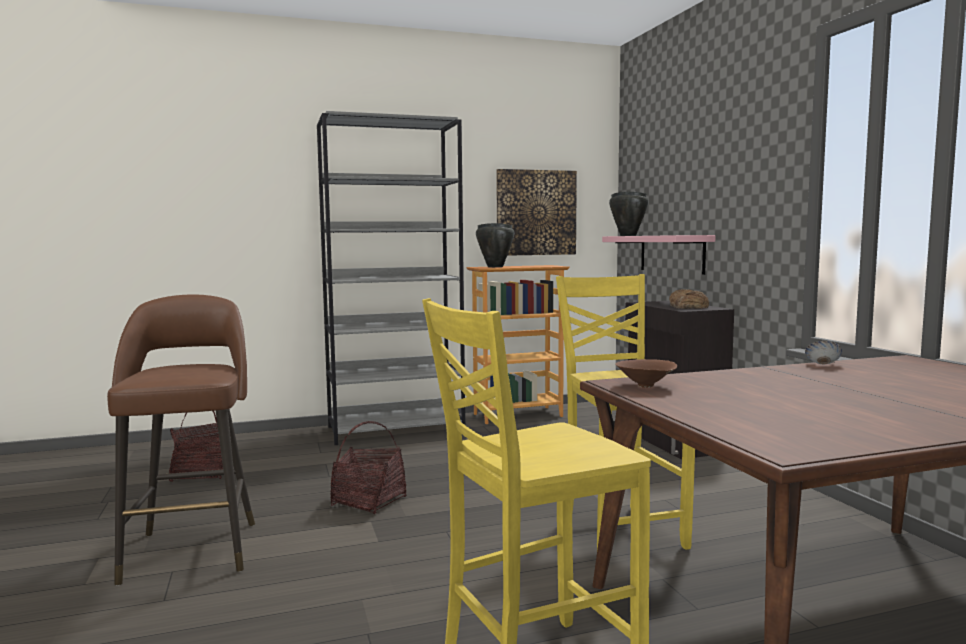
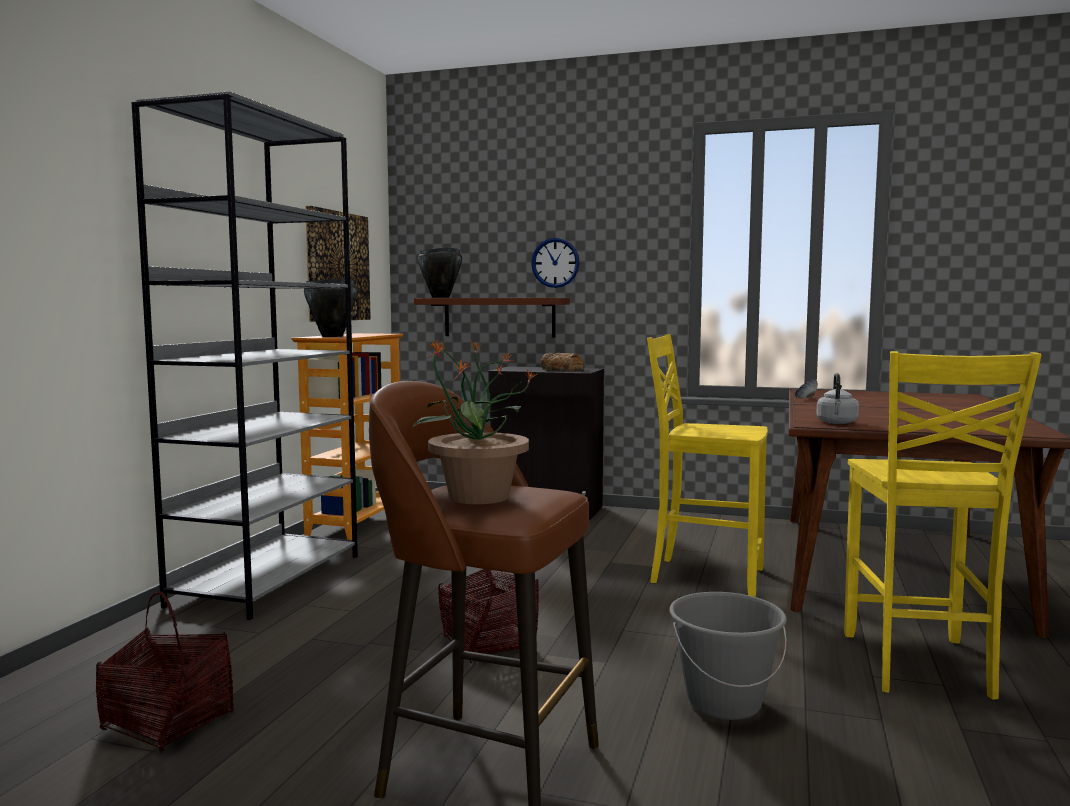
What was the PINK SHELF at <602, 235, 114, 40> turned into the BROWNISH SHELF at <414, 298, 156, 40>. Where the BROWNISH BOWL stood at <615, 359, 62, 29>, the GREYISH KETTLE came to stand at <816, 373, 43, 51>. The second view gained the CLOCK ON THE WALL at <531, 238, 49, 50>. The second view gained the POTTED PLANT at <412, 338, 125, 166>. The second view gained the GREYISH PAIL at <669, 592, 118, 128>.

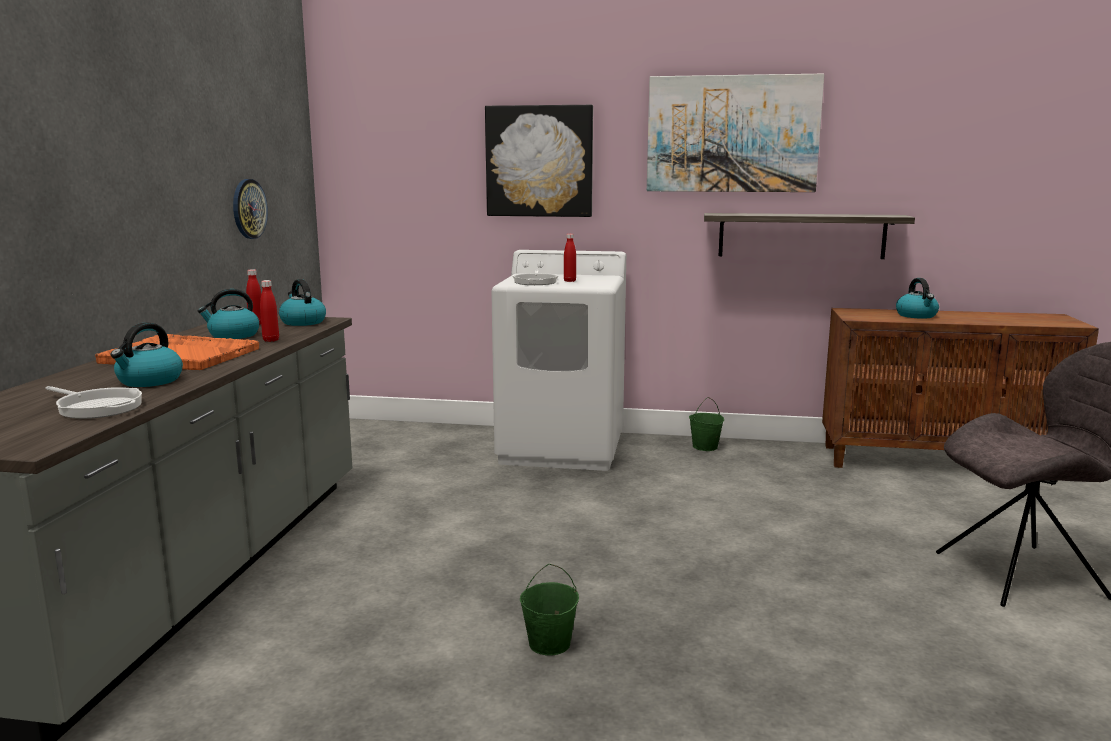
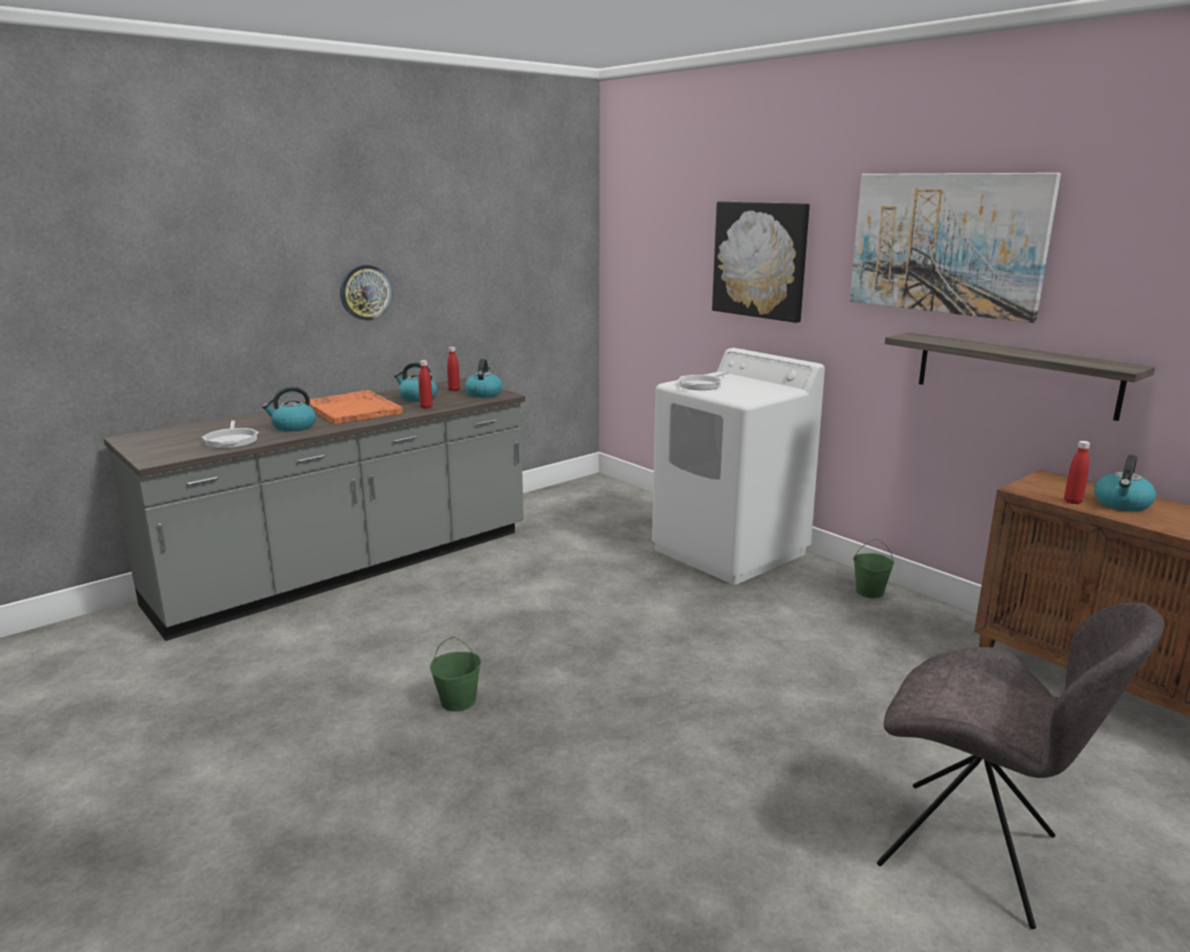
The CLOCK ON THE WALL ended up elsewhere, having gone from <233, 179, 35, 60> to <340, 265, 52, 56>. The REDDISH BOTTLE ended up elsewhere, having gone from <564, 234, 12, 48> to <1064, 441, 26, 63>.

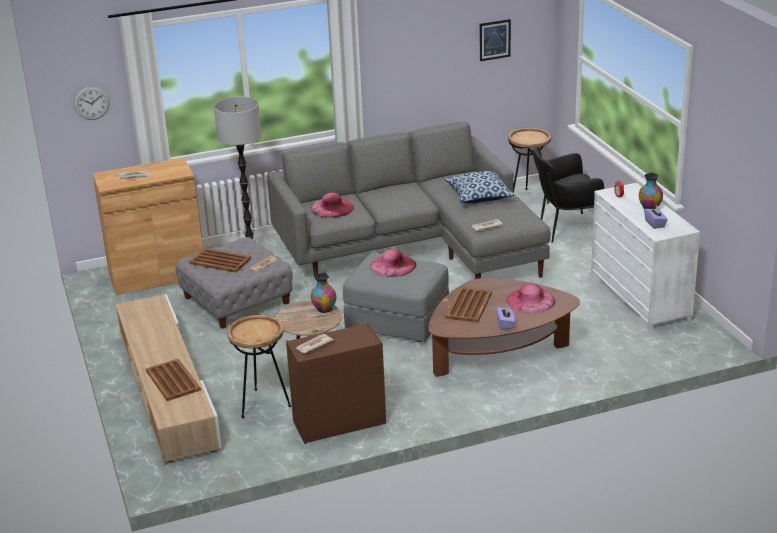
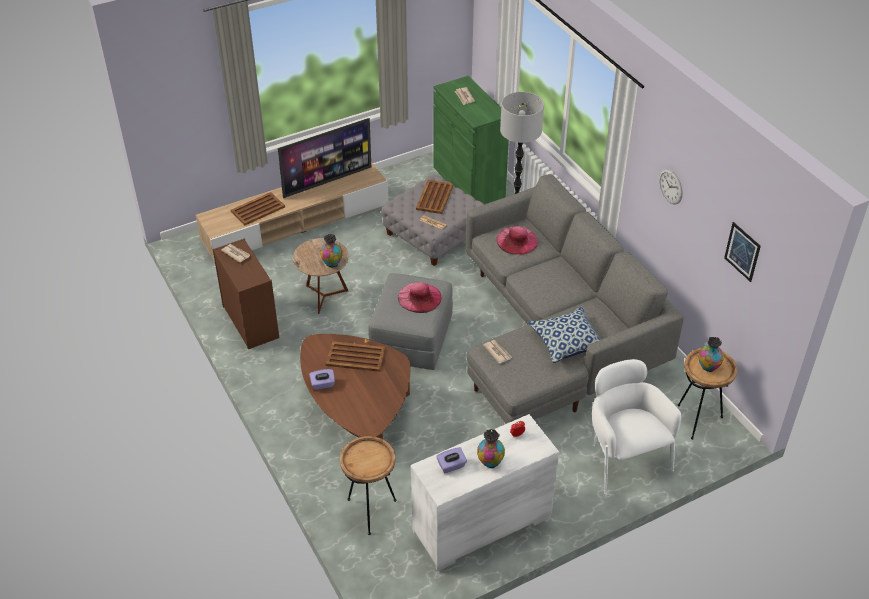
The CLOCK ON THE WALL ended up elsewhere, having gone from <74, 86, 36, 34> to <659, 169, 24, 36>. What was the BLACK LOUNGE CHAIR at <533, 146, 71, 97> turned into the WHITE LOUNGE CHAIR at <592, 359, 89, 135>. What was the BROWNISH STORAGE CABINET at <93, 158, 110, 137> turned into the GREENISH STORAGE CABINET at <433, 76, 76, 129>. The second view lost the PINK HAT at <506, 283, 50, 30>. The BROWNISH ACCENT TABLE ended up elsewhere, having gone from <227, 315, 64, 103> to <340, 436, 56, 99>. The second view gained the TV at <278, 118, 93, 80>. The second view gained the DECORATIVE VASE at <698, 337, 26, 35>.

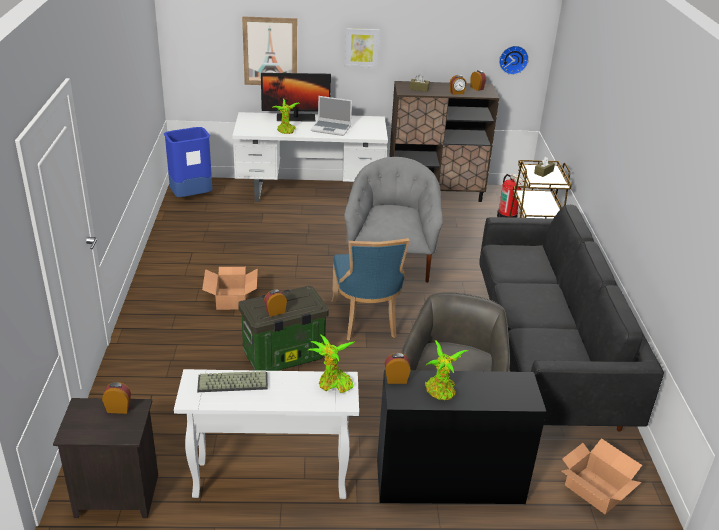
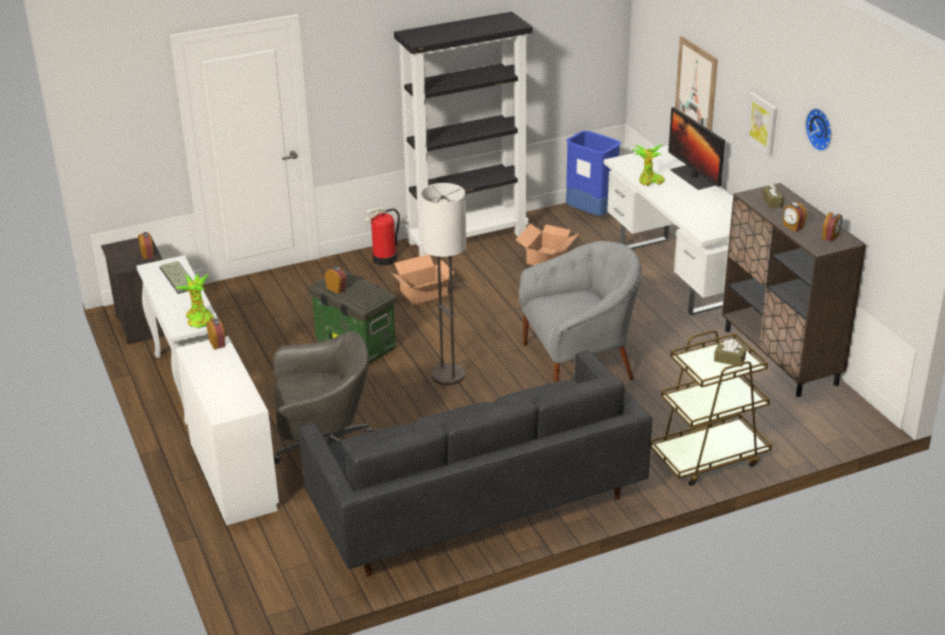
The CLOCK ON THE WALL ended up elsewhere, having gone from <499, 46, 30, 29> to <805, 108, 27, 43>. The second view lost the PORTABLE COMPUTER at <311, 96, 41, 40>. The FIRE-FIGHTING CYLINDER ended up elsewhere, having gone from <497, 174, 26, 44> to <363, 207, 37, 58>. Where the BLUE PLAIN CHAIR stood at <331, 238, 79, 103>, the FLOOR LAMP came to stand at <420, 183, 46, 202>. The second view lost the POTTED PLANT at <425, 340, 43, 60>. What was the BLACK DESK at <377, 370, 169, 134> turned into the WHITE DESK at <176, 336, 103, 190>. The PACKING BOX ended up elsewhere, having gone from <562, 438, 80, 76> to <515, 223, 64, 42>. The second view gained the BLACK BOOKCASE at <394, 12, 138, 245>.

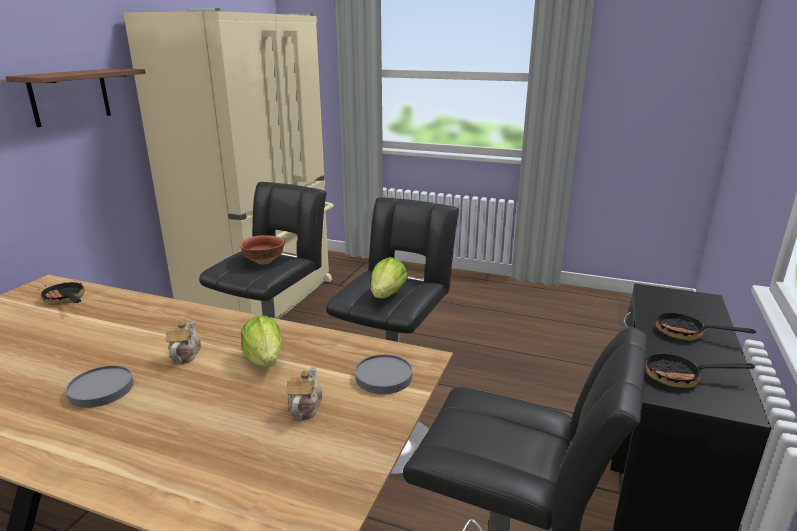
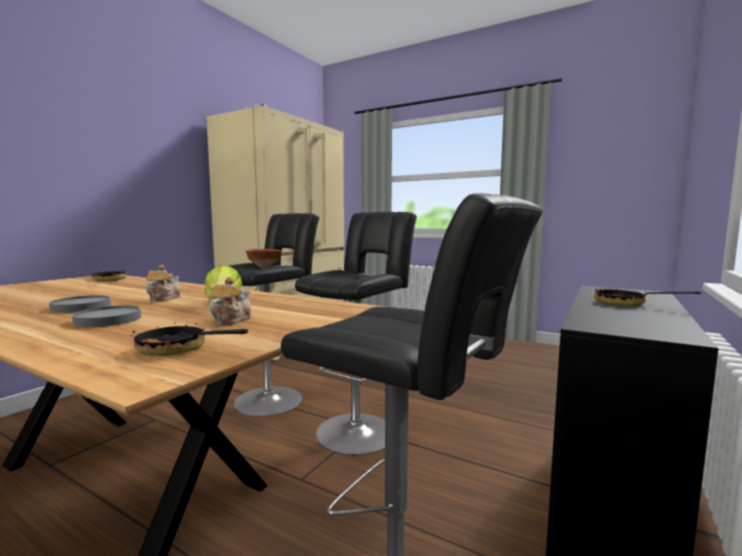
The second view lost the SHELF at <6, 68, 140, 59>. The second view lost the LETTUCE at <371, 257, 37, 41>. The FRYING PAN ended up elsewhere, having gone from <646, 351, 109, 37> to <130, 314, 118, 42>. The GREYISH PLATE ended up elsewhere, having gone from <355, 354, 57, 40> to <72, 306, 69, 21>.

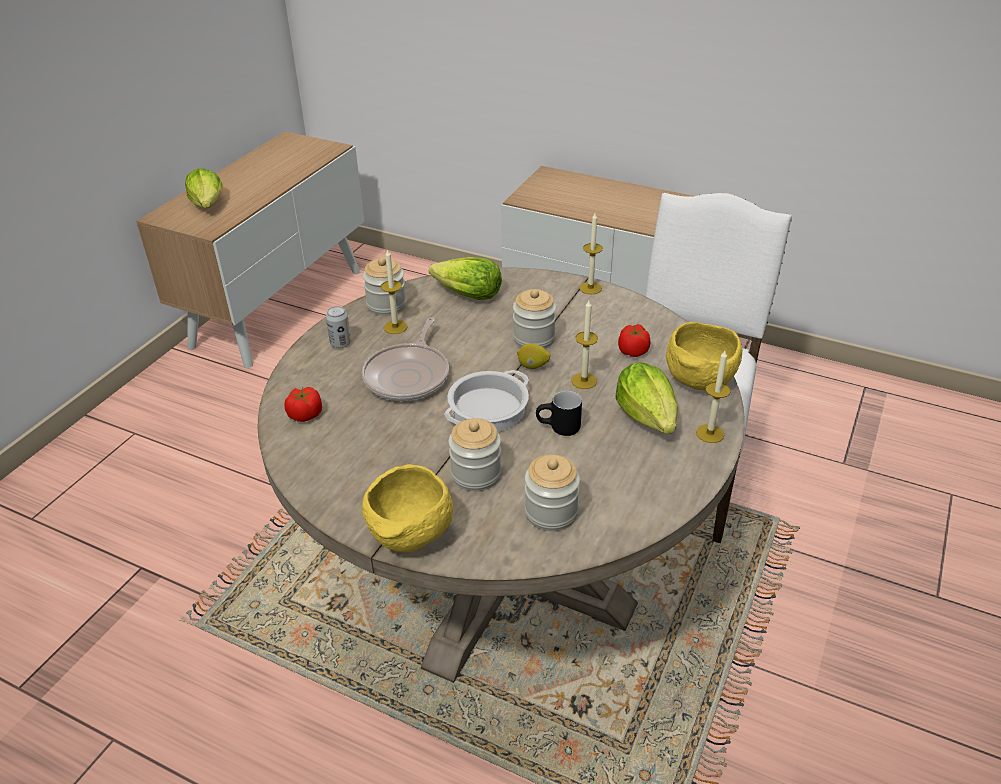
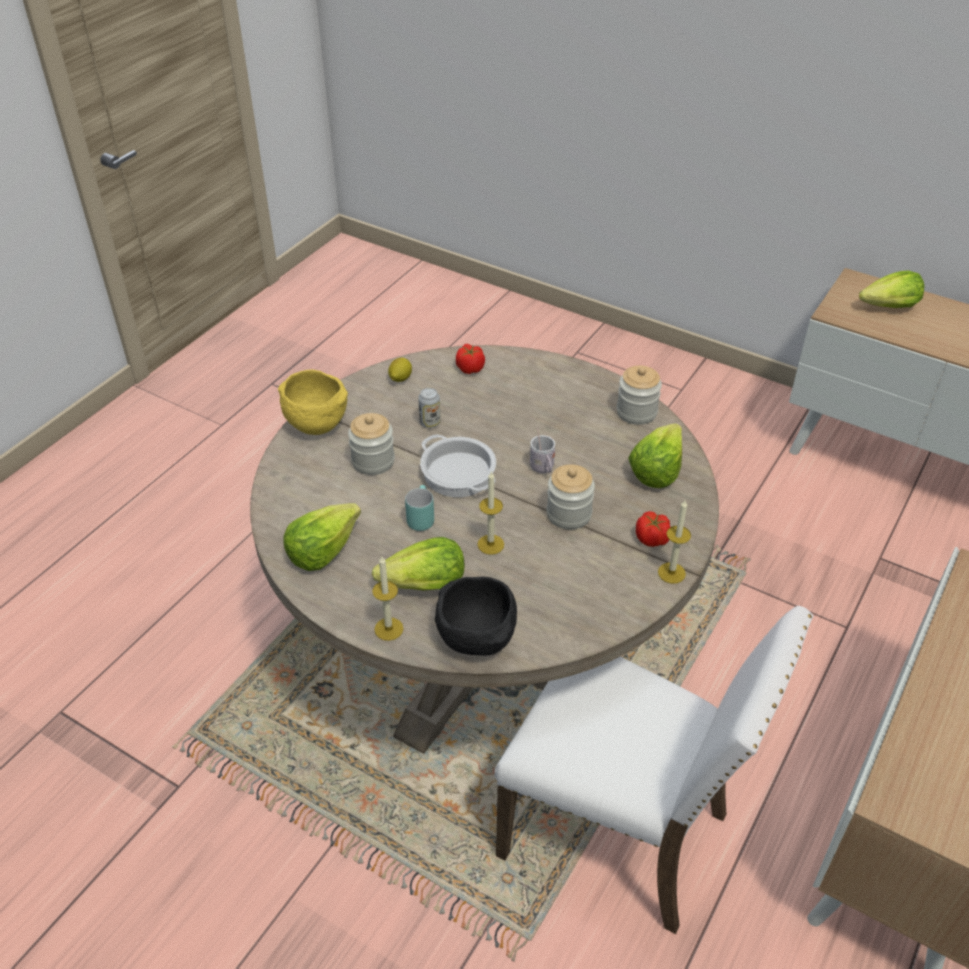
The second view lost the CANDLE at <381, 249, 27, 85>. The METAL CAN ended up elsewhere, having gone from <326, 306, 25, 42> to <418, 388, 23, 40>. The second view lost the FRYING PAN at <362, 318, 87, 83>. What was the YELLOW-COLOURED BOWL at <666, 322, 76, 68> turned into the BLACK BOWL at <435, 577, 82, 79>. The FRESH TOMATO ended up elsewhere, having gone from <618, 324, 32, 33> to <636, 511, 34, 36>. The CITRUS FRUIT ended up elsewhere, having gone from <517, 343, 33, 26> to <388, 358, 24, 24>. What was the BLACK TEA MUG at <536, 391, 46, 45> turned into the TURQUOISE TEA MUG at <405, 485, 29, 46>. The second view lost the STORAGE JAR at <525, 454, 55, 77>. The second view gained the WHITE TEA MUG at <530, 428, 25, 45>. The second view gained the LETTUCE at <283, 503, 78, 68>.

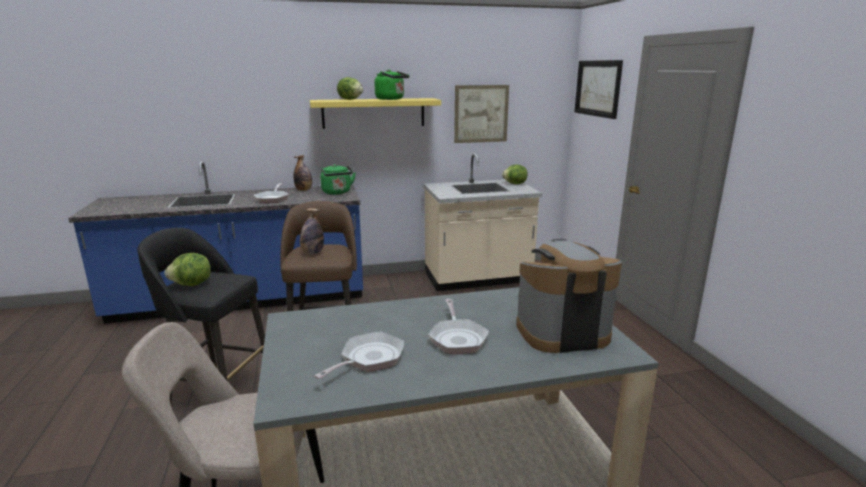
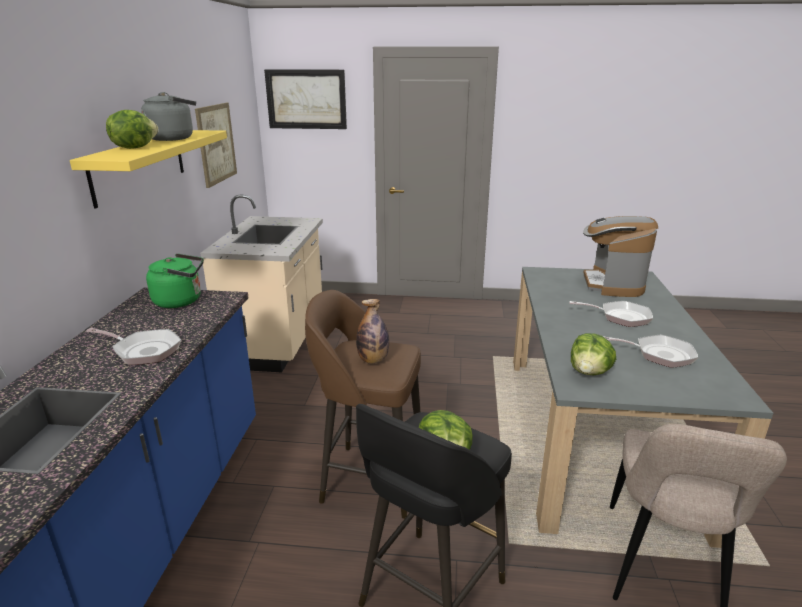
What was the GREENISH KETTLE at <374, 69, 35, 31> turned into the GREYISH KETTLE at <141, 92, 55, 49>. The second view lost the BOTTLE at <293, 155, 19, 36>. The LETTUCE ended up elsewhere, having gone from <502, 165, 26, 20> to <571, 333, 45, 42>. The FRYING PAN at <314, 332, 90, 47> ended up facing another way, 135 degrees clockwise from before.

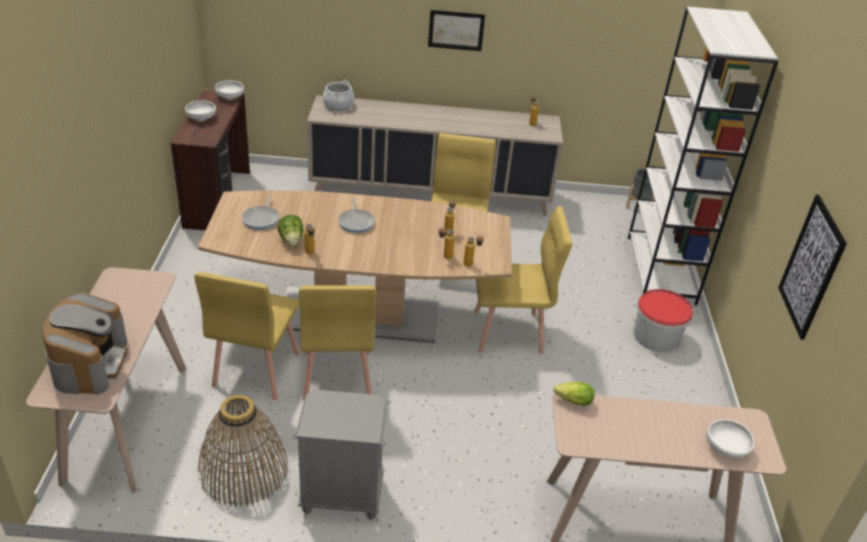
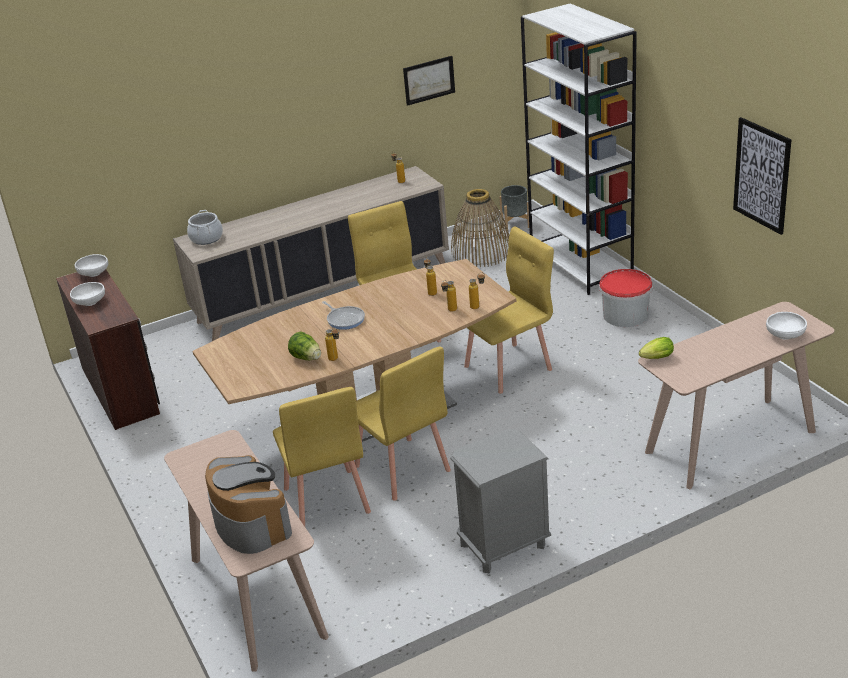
The PICTURE ended up elsewhere, having gone from <428, 10, 57, 41> to <403, 56, 52, 50>. The second view lost the FRYING PAN at <242, 195, 37, 35>. The BASKET ended up elsewhere, having gone from <199, 395, 89, 112> to <451, 189, 58, 78>.

